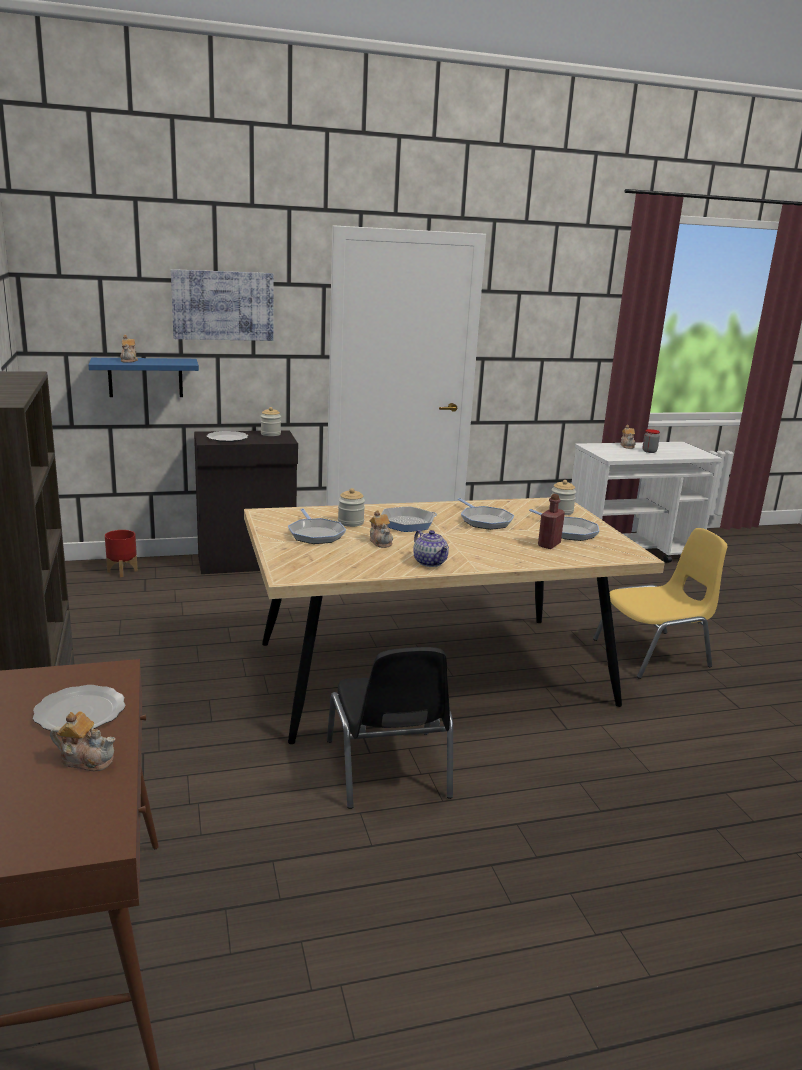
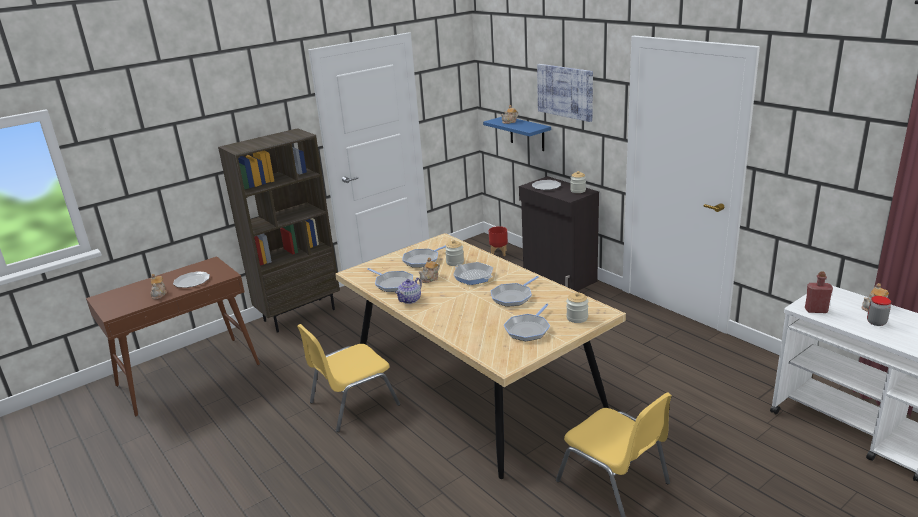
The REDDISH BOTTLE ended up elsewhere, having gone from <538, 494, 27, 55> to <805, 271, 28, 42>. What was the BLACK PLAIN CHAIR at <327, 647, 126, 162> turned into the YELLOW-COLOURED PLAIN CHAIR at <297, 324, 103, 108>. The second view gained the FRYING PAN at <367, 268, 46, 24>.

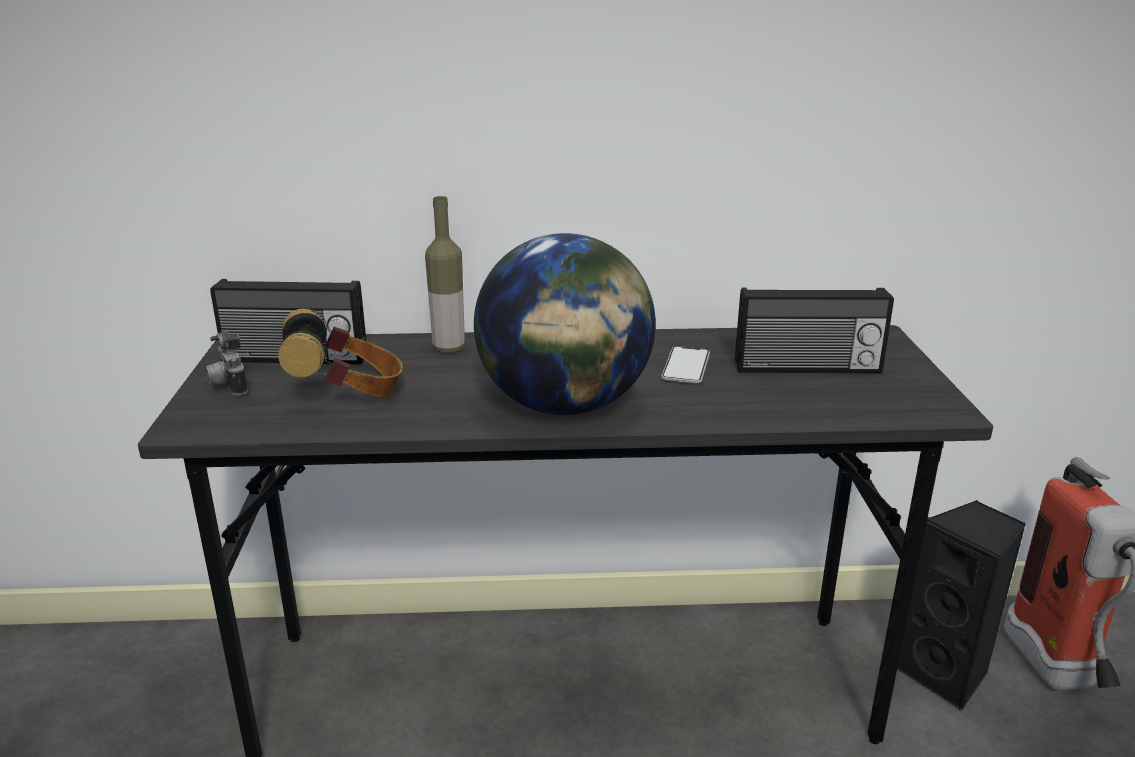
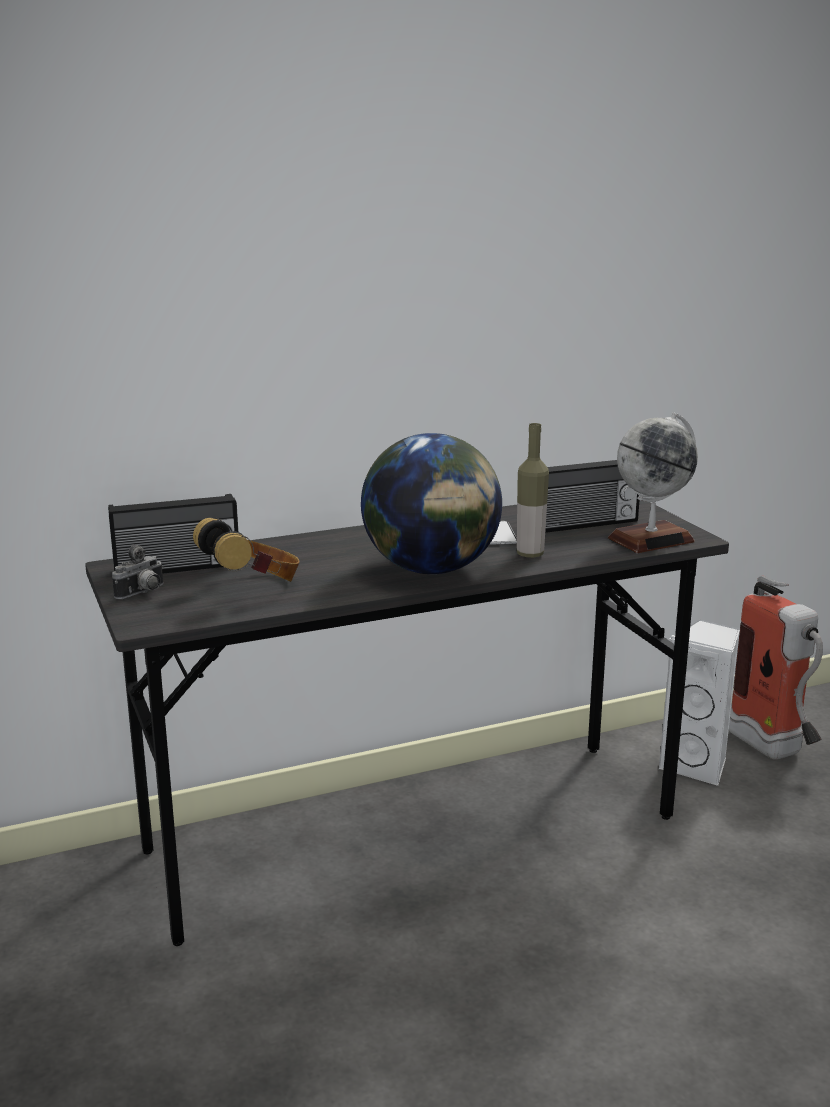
The BOTTLE ended up elsewhere, having gone from <425, 196, 40, 156> to <517, 423, 32, 135>. The PHOTO CAMERA at <205, 331, 43, 65> ended up facing another way, 90 degrees counterclockwise from before. What was the BLACK SPEAKER at <897, 500, 129, 210> turned into the WHITE SPEAKER at <658, 620, 82, 166>. The second view gained the WORLD GLOBE at <608, 412, 90, 141>.

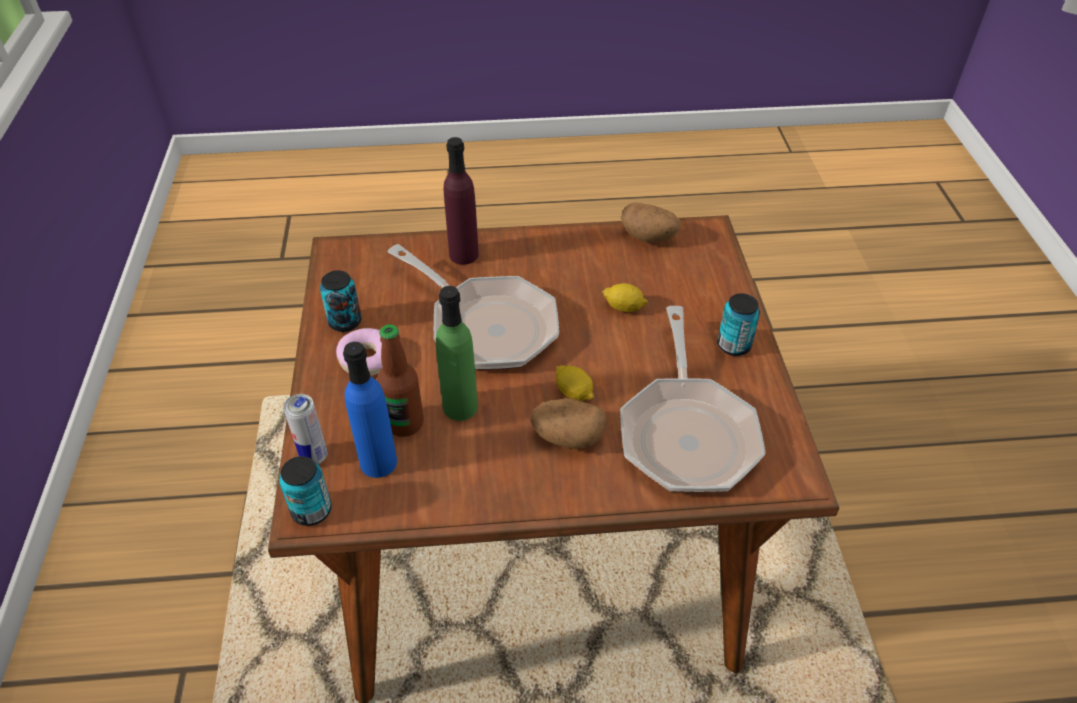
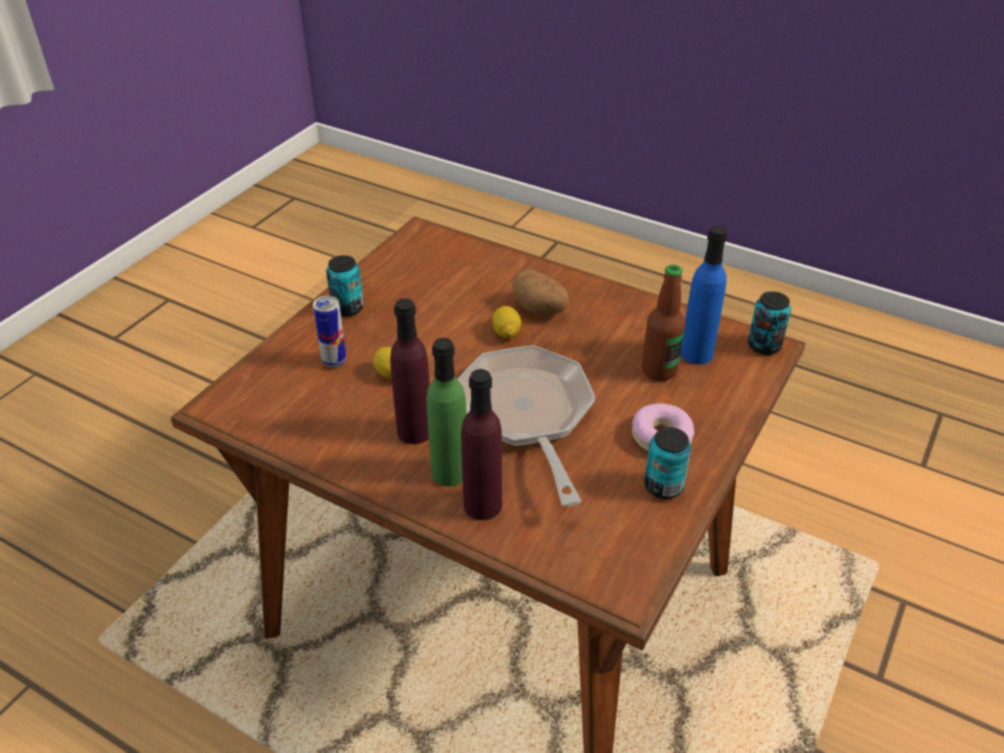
The second view lost the WHOLE POTATO at <621, 203, 60, 39>. The GREENISH BOTTLE ended up elsewhere, having gone from <435, 286, 43, 135> to <427, 338, 40, 149>. The second view lost the FRYING PAN at <620, 306, 146, 187>. The METAL CAN ended up elsewhere, having gone from <283, 394, 44, 70> to <313, 296, 34, 71>. The second view gained the PURPLE-COLOURED BOTTLE at <390, 298, 40, 146>.

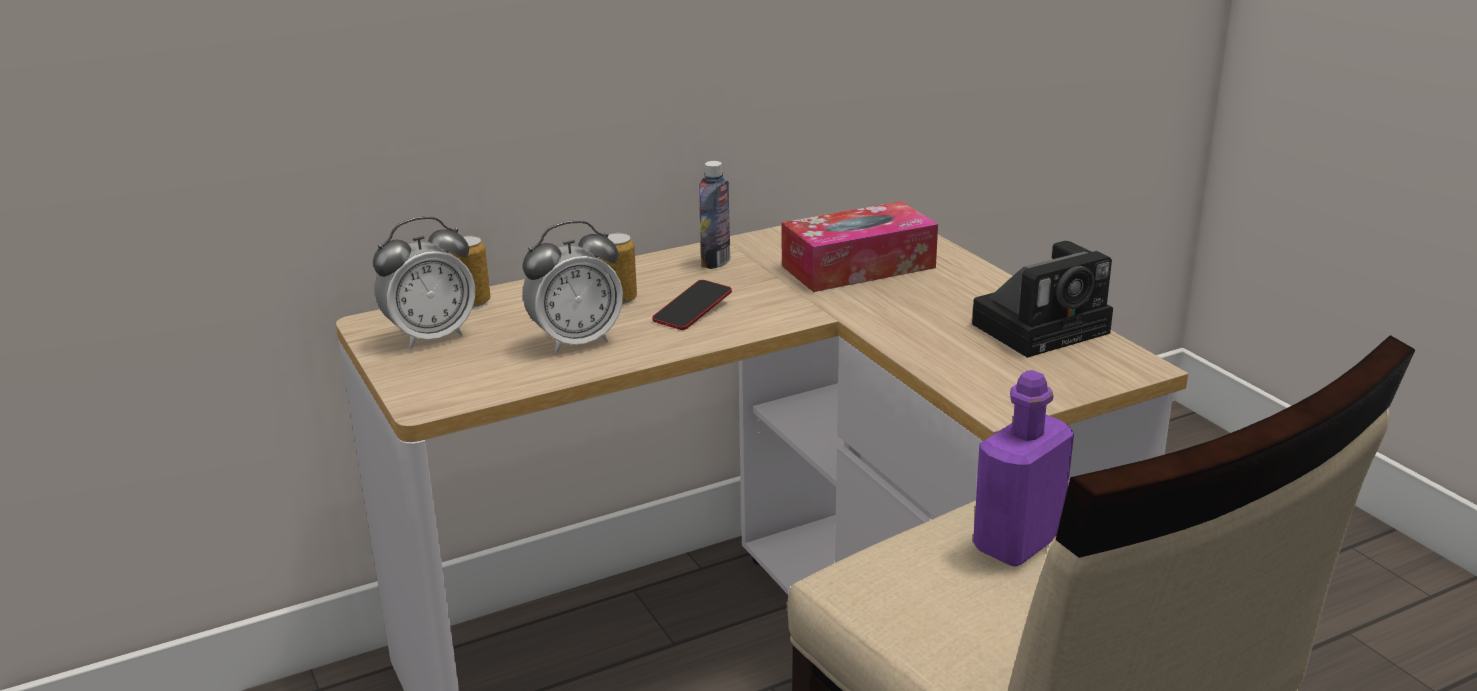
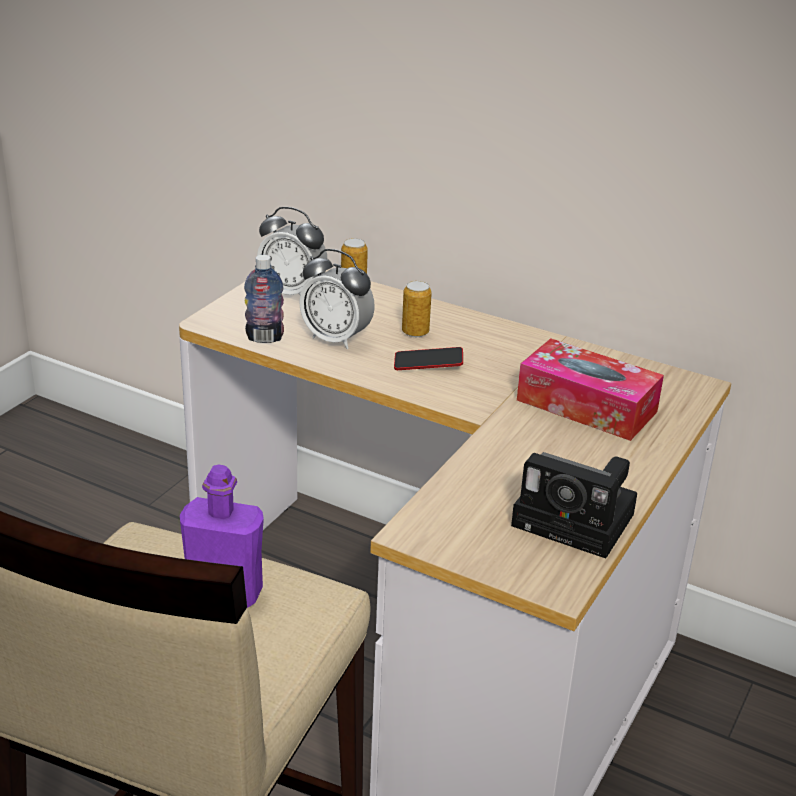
The BOTTLE ended up elsewhere, having gone from <699, 161, 31, 108> to <244, 255, 40, 88>.

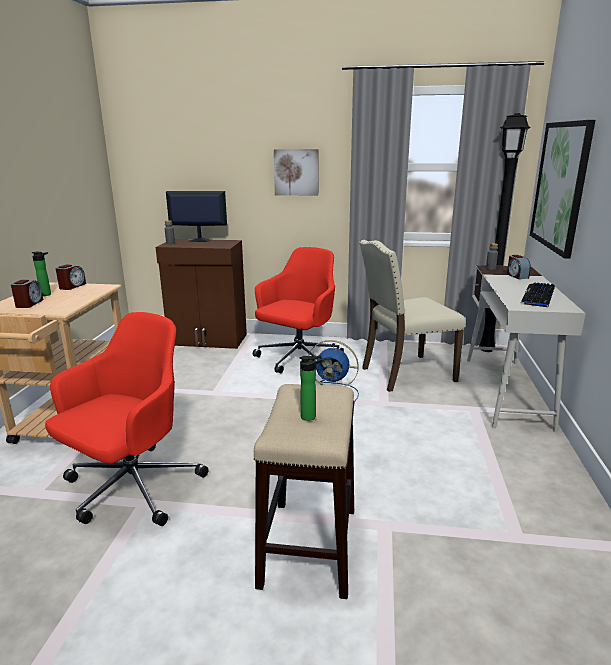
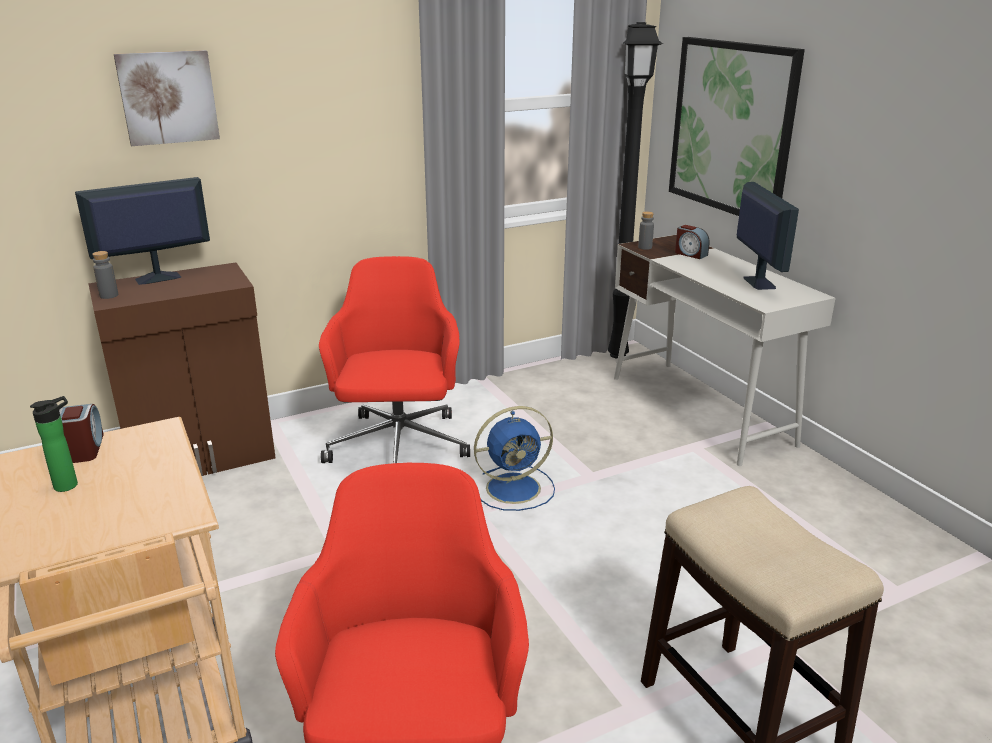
The PICTURE ended up elsewhere, having gone from <274, 149, 44, 47> to <114, 50, 106, 96>. The second view lost the SAND-COLOURED PLAIN CHAIR at <359, 240, 107, 152>. The second view lost the ALARM CLOCK at <11, 280, 32, 28>. Where the COMPUTER KEYBOARD stood at <521, 283, 34, 24>, the COMPUTER SCREEN came to stand at <737, 182, 62, 108>. The second view lost the BOTTLE at <300, 356, 23, 65>.

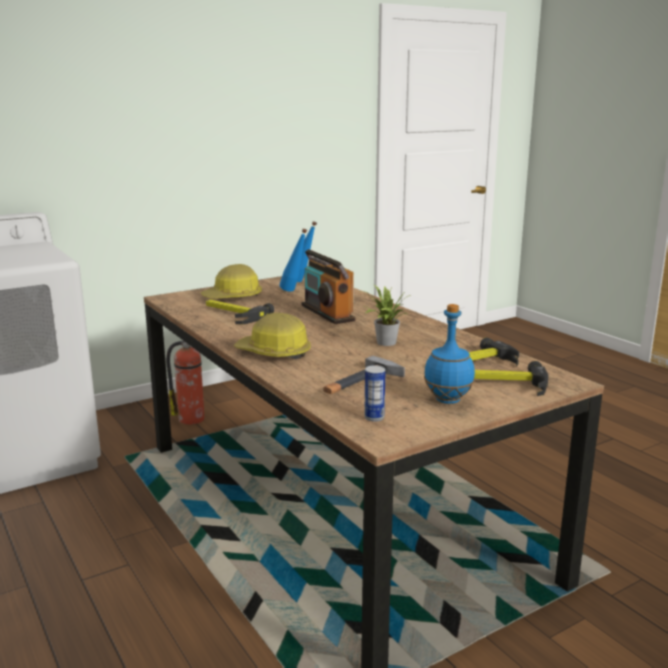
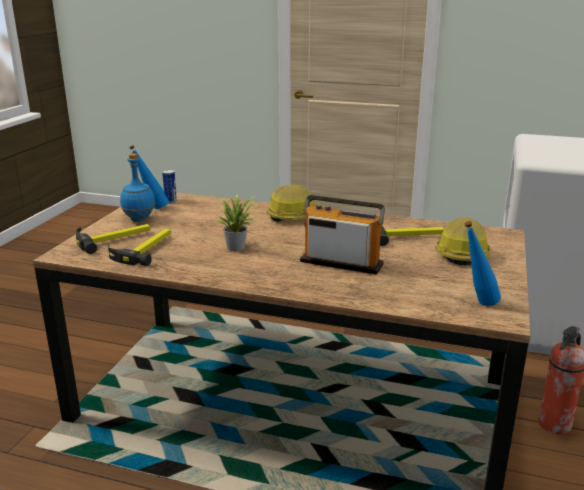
The BLUE BOTTLE ended up elsewhere, having gone from <279, 229, 28, 63> to <129, 145, 40, 64>. The second view lost the TOOL HAMMER at <323, 356, 82, 38>.

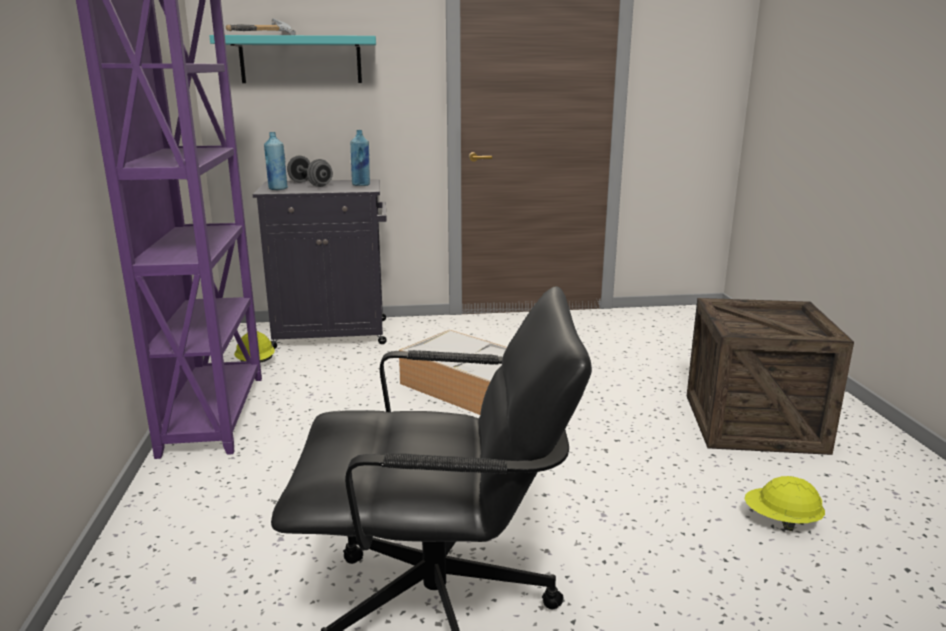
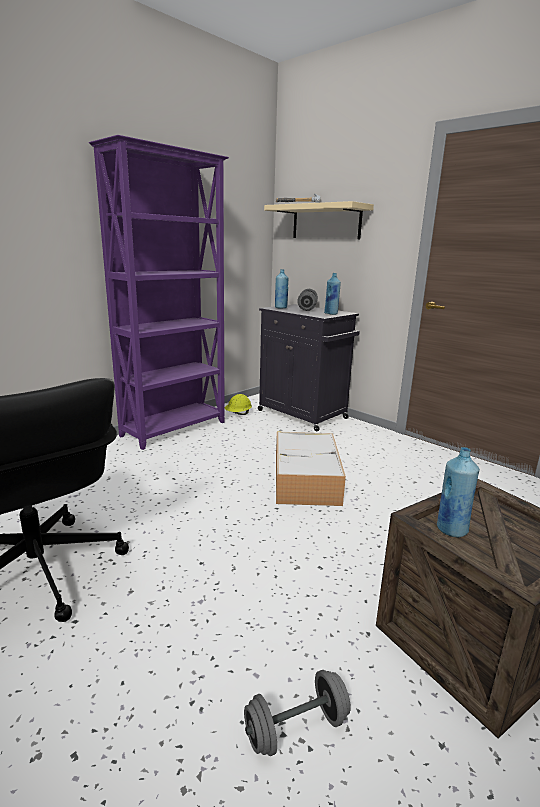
What was the TURQUOISE SHELF at <209, 35, 167, 48> turned into the SAND-COLOURED SHELF at <264, 201, 110, 38>. Where the YELLOW-COLOURED SAFETY HELMET stood at <745, 476, 80, 55>, the GREYISH HAND WEIGHT came to stand at <244, 670, 107, 86>. The second view gained the BLUE BOTTLE at <437, 447, 43, 90>.

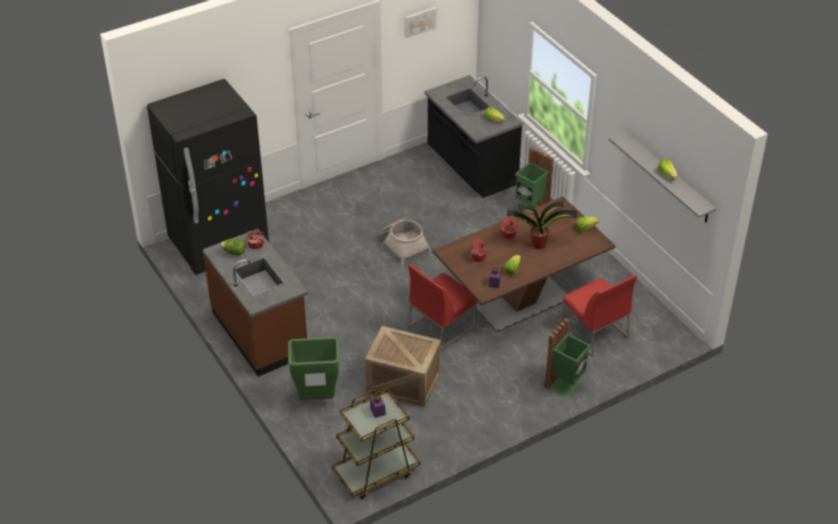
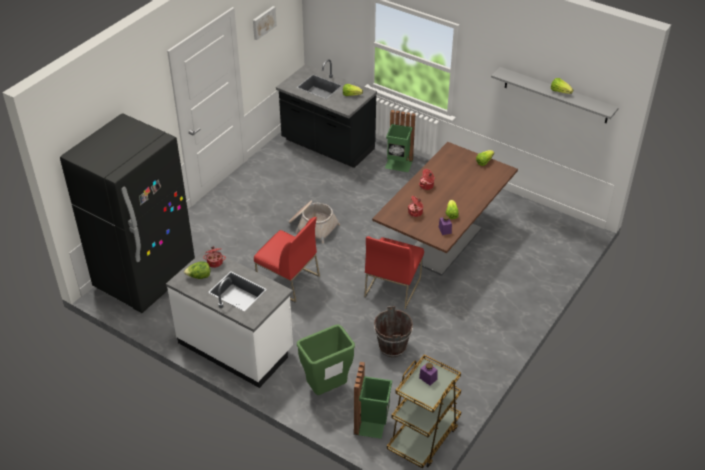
The second view lost the POTTED PLANT at <507, 201, 70, 48>. What was the BROWNISH KITCHEN COUNTER at <203, 229, 105, 148> turned into the WHITE KITCHEN COUNTER at <166, 248, 127, 140>. The REDDISH PLAIN CHAIR ended up elsewhere, having gone from <562, 275, 75, 82> to <254, 217, 66, 86>. The GREENISH TRASH CAN ended up elsewhere, having gone from <545, 318, 46, 80> to <354, 362, 38, 77>. Where the PACKING CRATE stood at <365, 326, 76, 81>, the BROWNISH PAIL came to stand at <374, 306, 39, 51>.

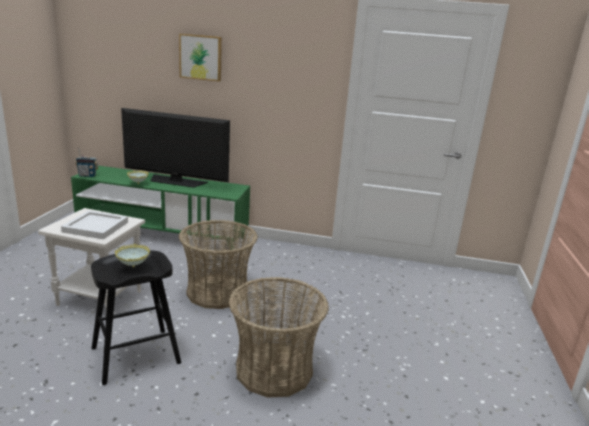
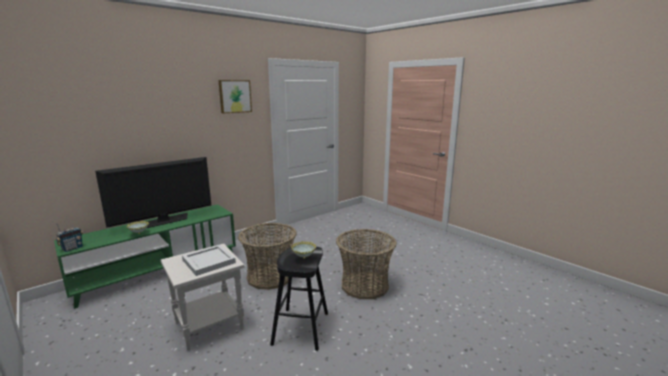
The PICTURE ended up elsewhere, having gone from <179, 34, 43, 47> to <219, 80, 33, 33>.

